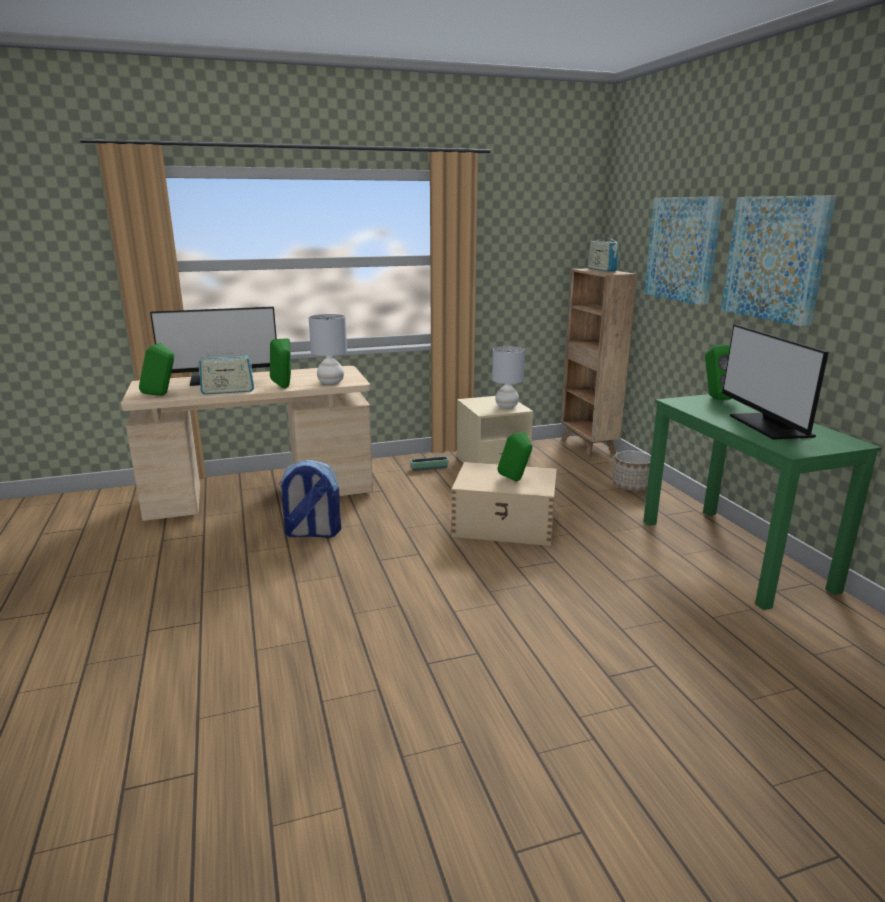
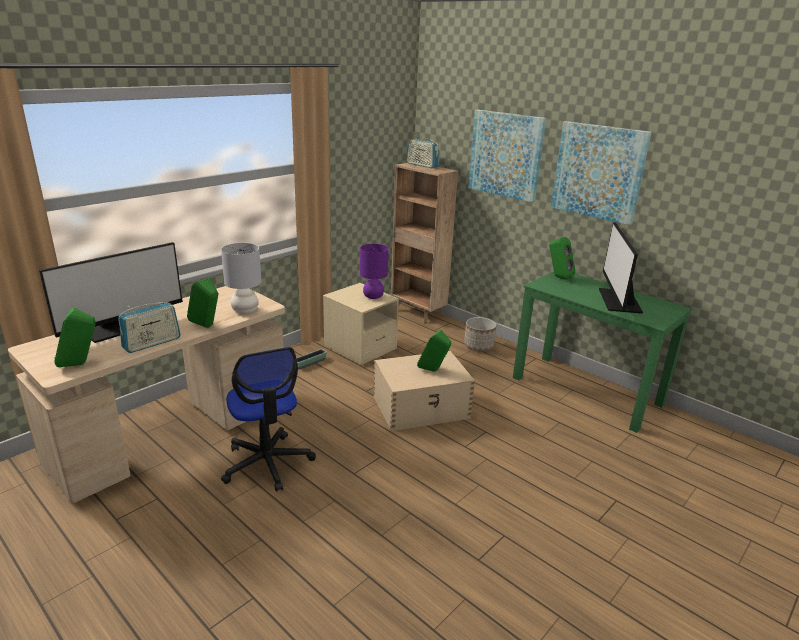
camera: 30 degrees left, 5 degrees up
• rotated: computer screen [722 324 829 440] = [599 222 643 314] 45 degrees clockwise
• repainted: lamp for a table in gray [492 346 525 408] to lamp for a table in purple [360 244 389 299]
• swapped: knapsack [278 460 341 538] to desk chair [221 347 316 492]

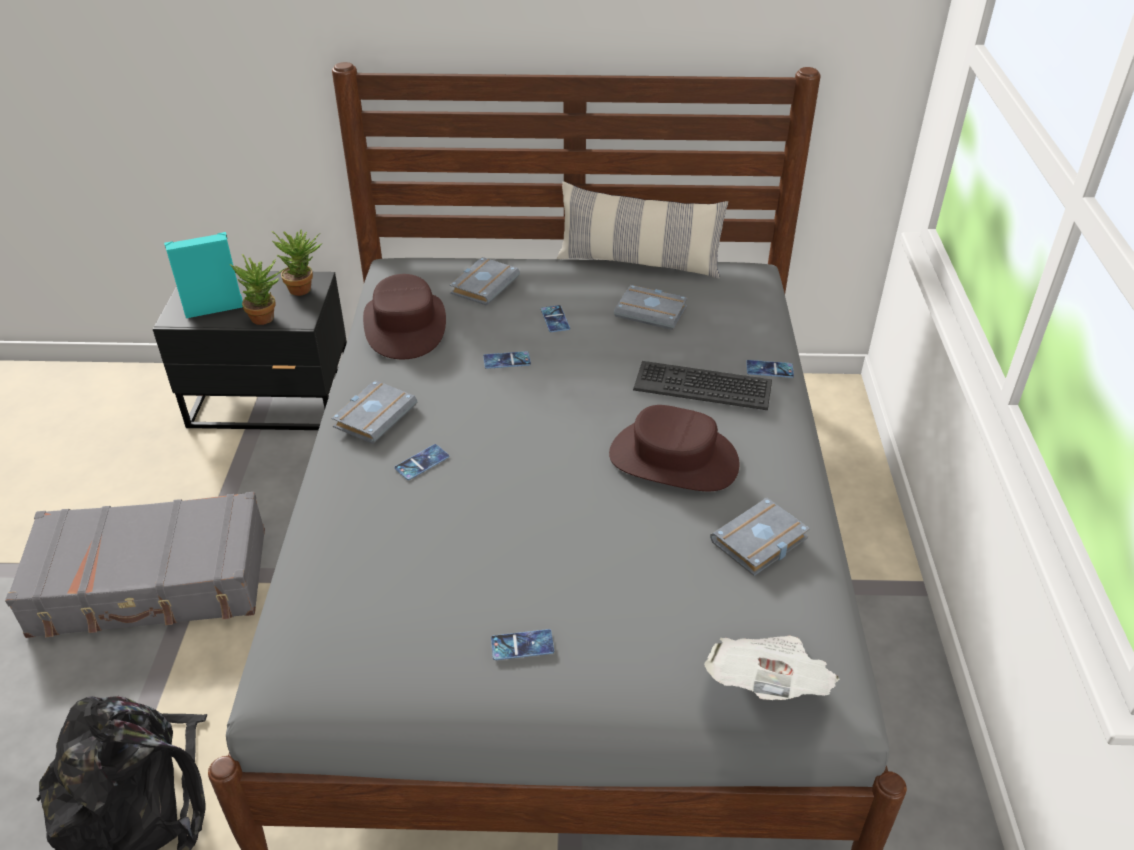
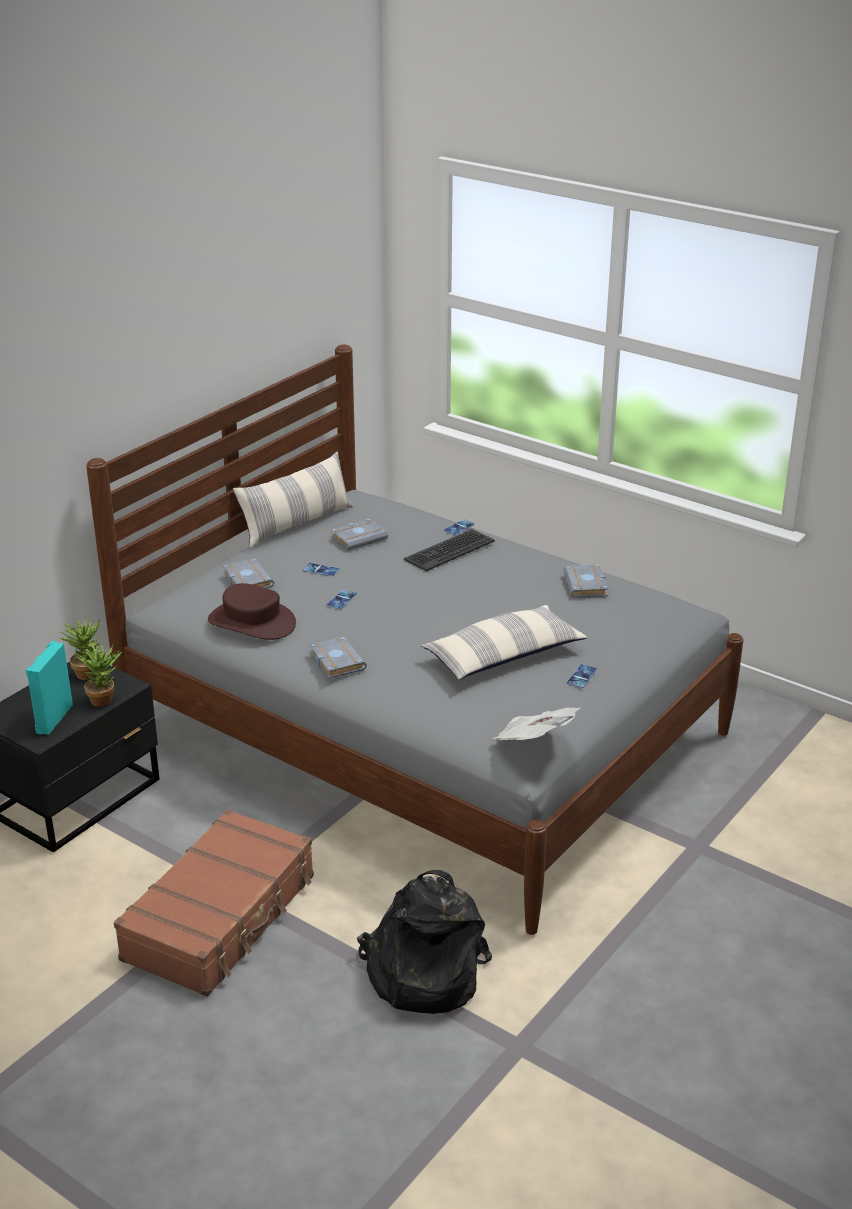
camera: 55 degrees left, 10 degrees down
• gone: hat in brownish [609 405 740 491]
• gone: telephone [394 444 449 480]
• repainted: suitcase in gray [5 492 265 638] to suitcase in brownish [114 809 314 997]
• shifted: daily paper [704 635 840 700] to [493 708 580 740]
• new: throw pillow [421 605 587 680]

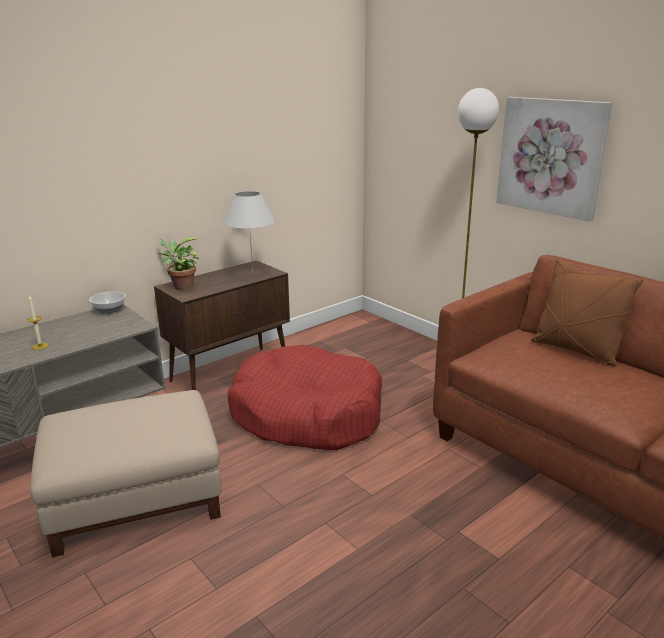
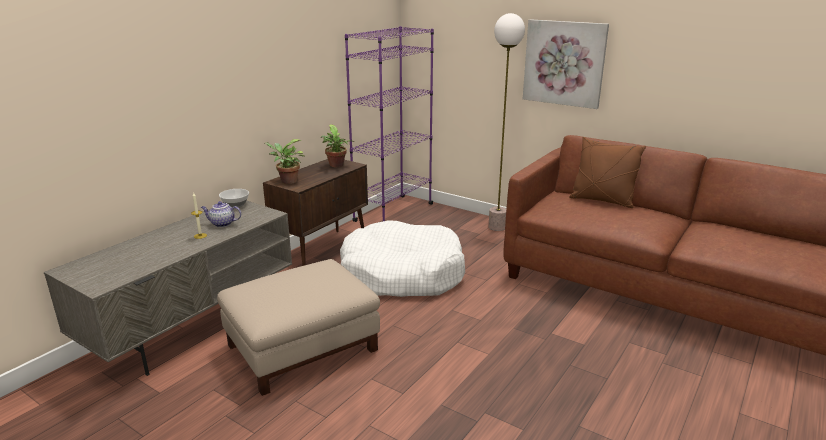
camera: 15 degrees left, 0 degrees up
• swapped: lamp for a table in white [224 191 275 272] to houseplant [321 124 354 167]
• repainted: pet bed in reddish [227 345 382 450] to pet bed in white [340 220 465 297]
• new: bookshelf in purple [345 26 434 222]
• new: pot for tea [201 201 241 227]

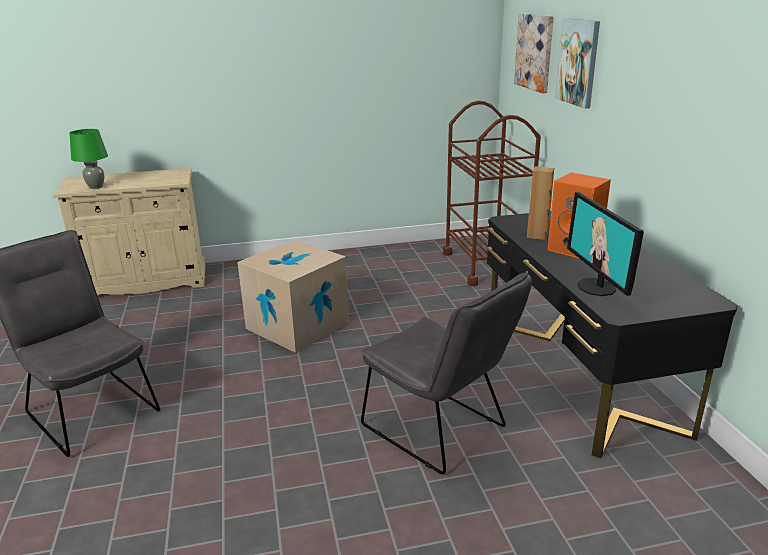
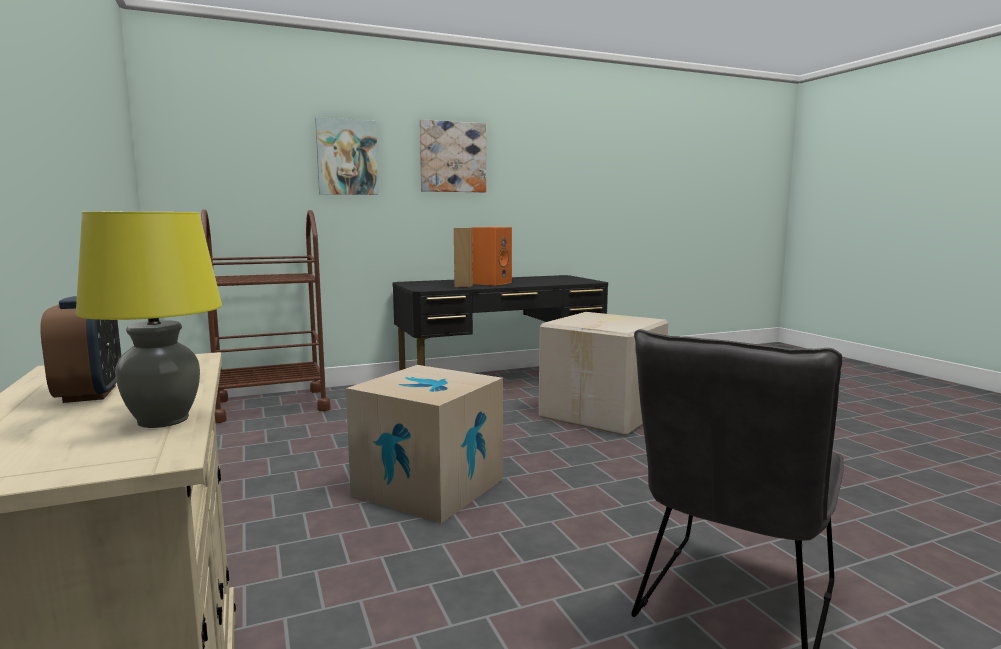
camera: 100 degrees left, 15 degrees down
• shifted: wall art [514 13 554 93] to [419 119 486 192]
• repainted: lamp for a table in green [69 129 108 189] to lamp for a table in yellow-coloured [76 212 222 428]
• gone: computer screen [567 192 644 296]
• swapped: chair in gray [361 271 532 474] to carton [539 312 668 436]
• new: bedside clock [40 296 121 403]

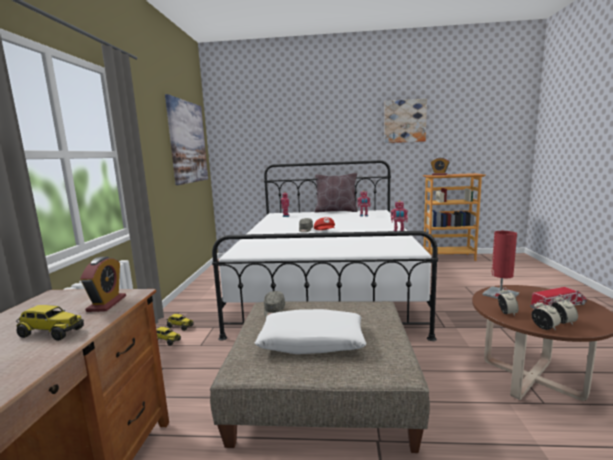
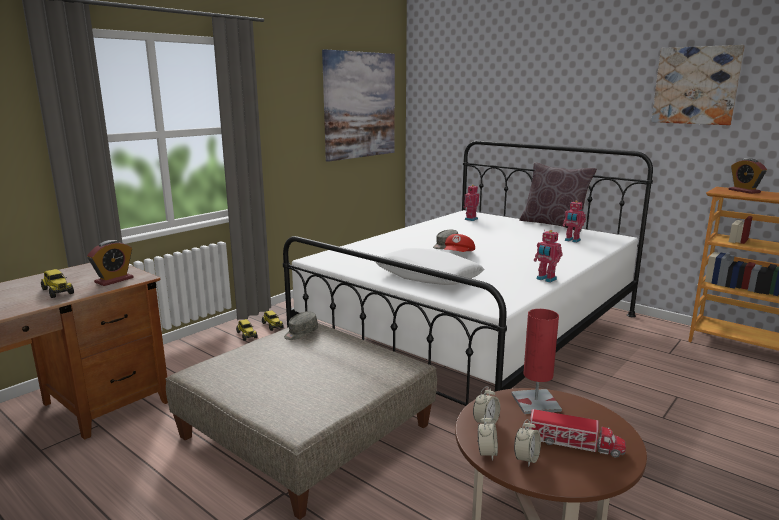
camera: 35 degrees right, 5 degrees up
• shifted: throw pillow in white [255 309 367 354] to [376 248 484 285]

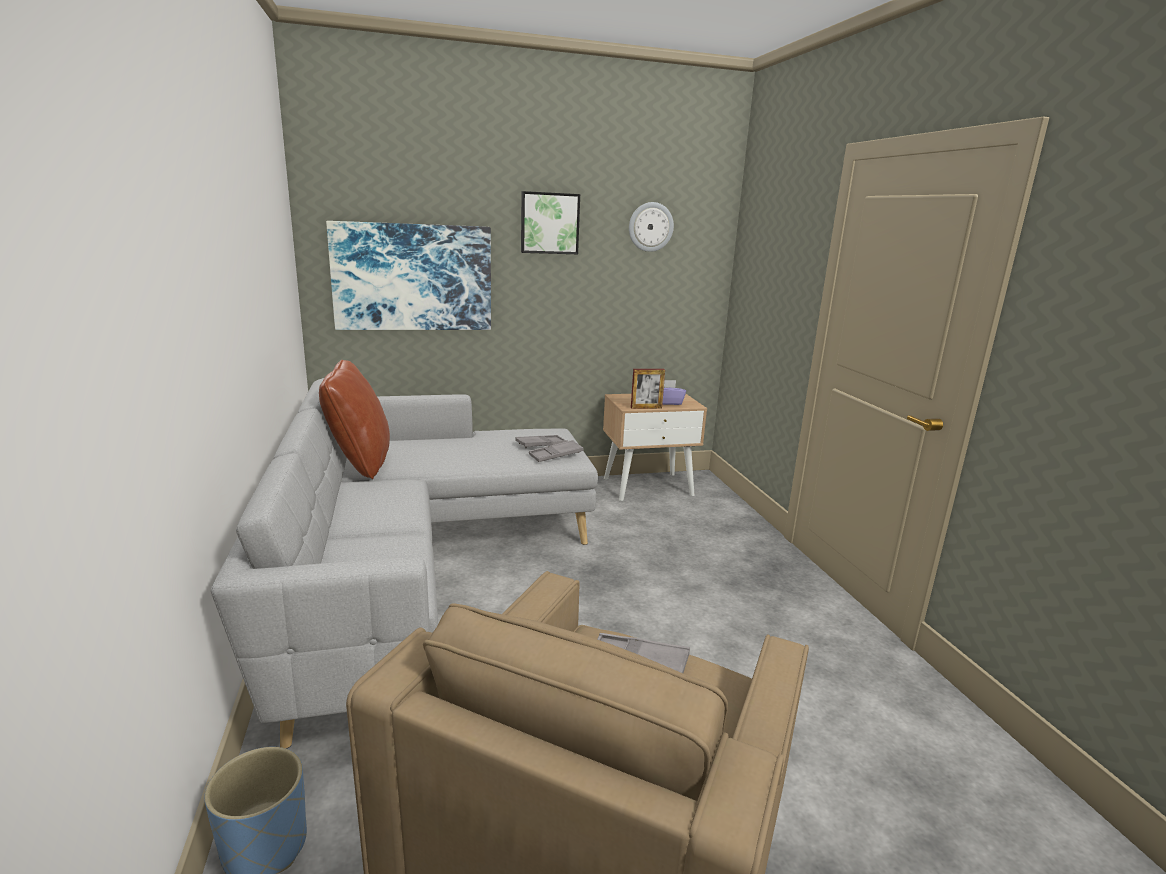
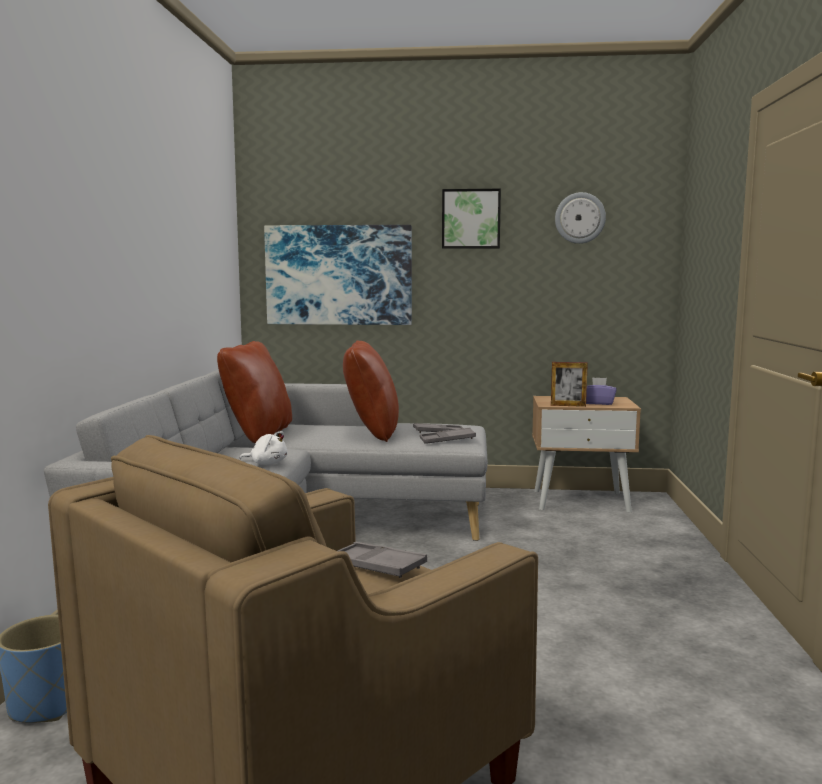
camera: 20 degrees right, 10 degrees down
• new: throw pillow in brownish [343 340 399 442]
• new: plush toy in white [240 431 288 465]

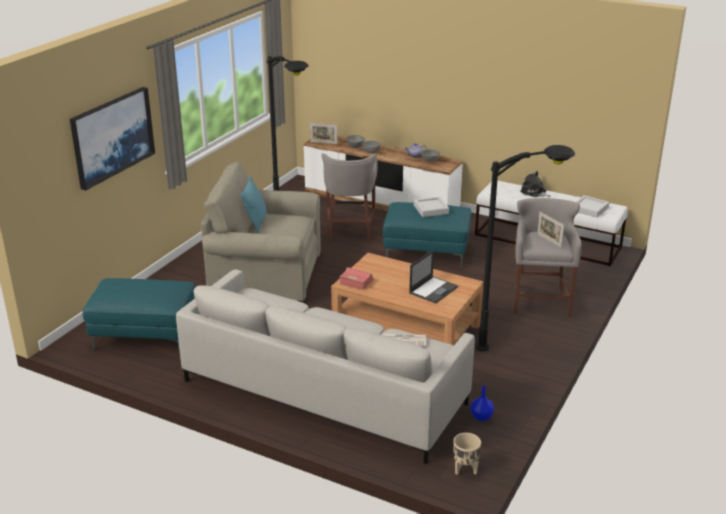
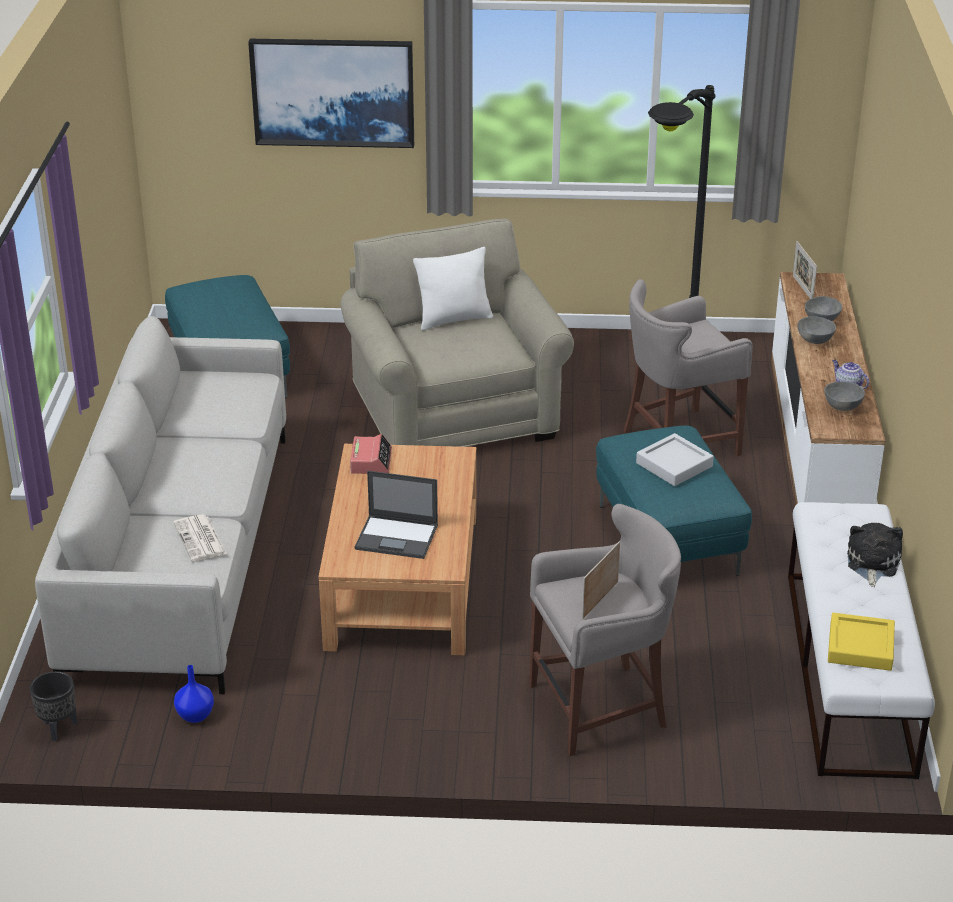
camera: 65 degrees right, 5 degrees up
• gone: standard lamp in black-coloured [475 145 575 351]
• repainted: throw pillow in turquoise [240 176 267 233] to throw pillow in white [413 247 493 331]
• repainted: serving tray in gray [576 195 609 218] to serving tray in yellow-coloured [828 613 895 671]
• repainted: plant pot in sand-coloured [454 433 481 475] to plant pot in black-coloured [30 671 77 741]

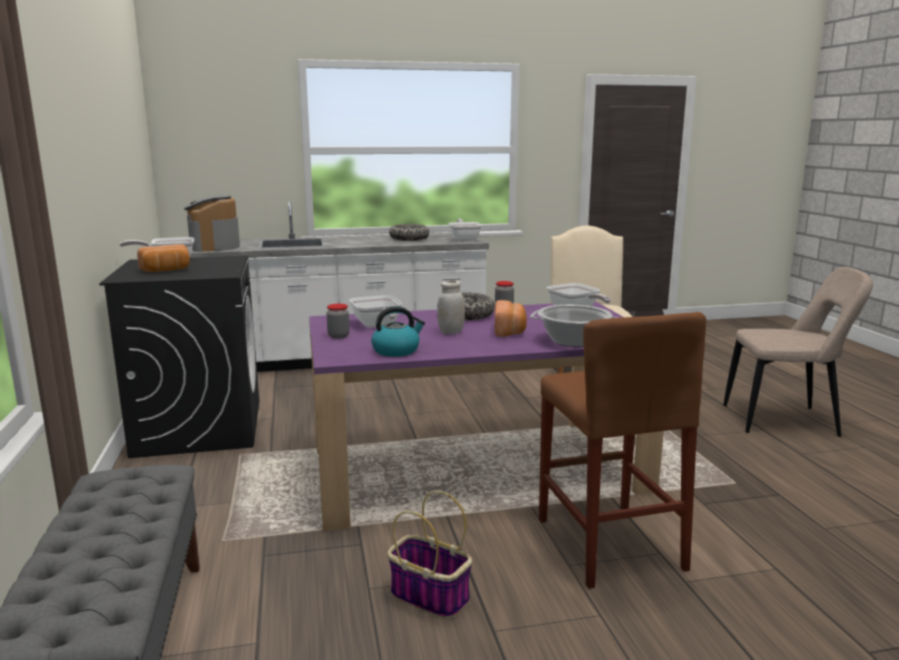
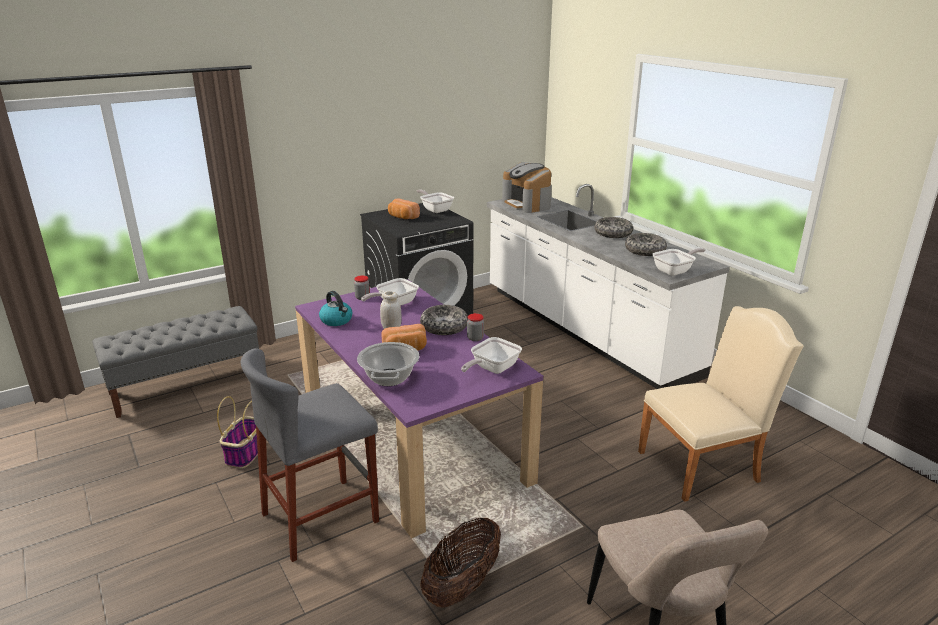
camera: 70 degrees right, 10 degrees up
• rotated: coffee maker [184 195 240 252] = [502 162 552 213] 75 degrees counterclockwise
• repainted: sitting stool in brownish [539 312 706 589] to sitting stool in gray [241 348 379 562]
• new: serving bowl [594 217 633 238]
• new: household basket [420 517 501 607]

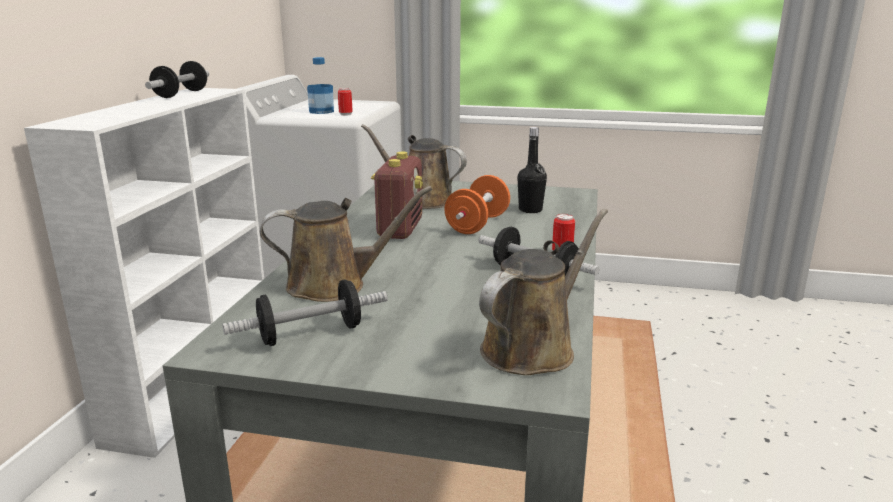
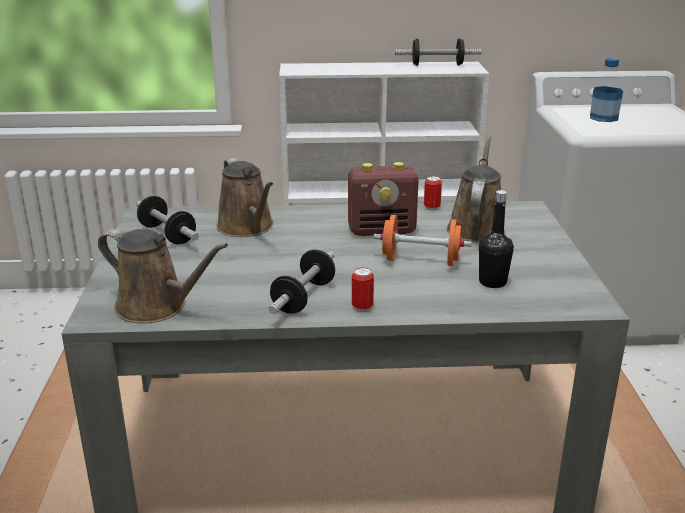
camera: 75 degrees right, 5 degrees up
• shifted: can [338 88 353 116] to [424 176 442 211]

